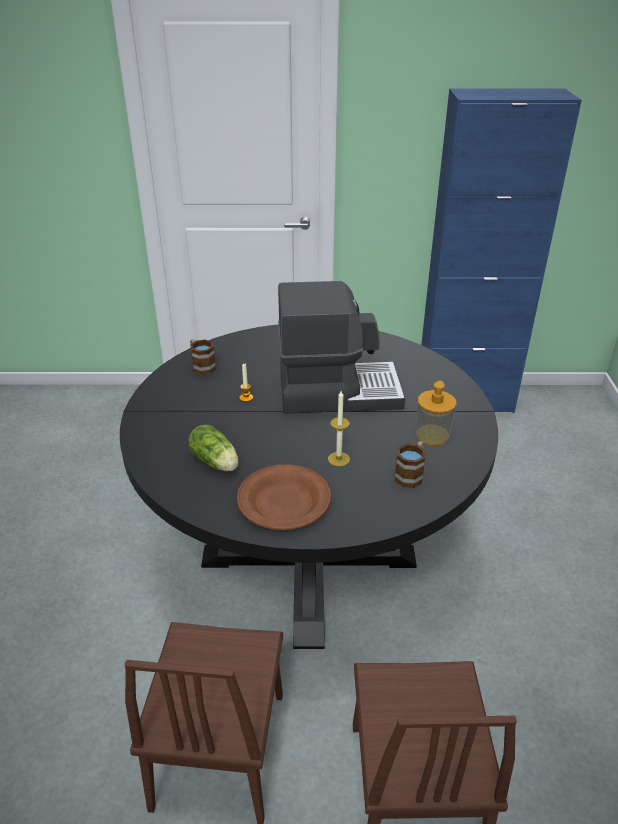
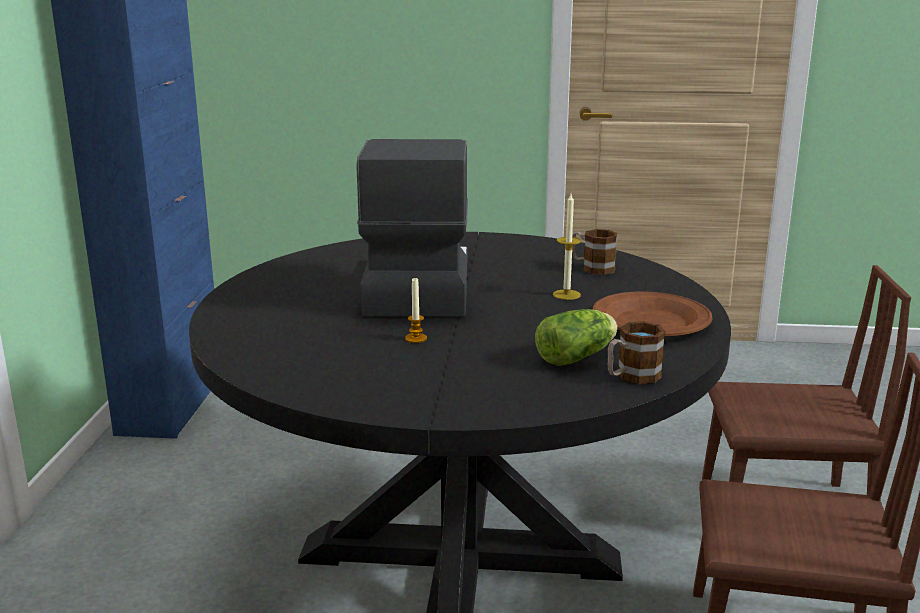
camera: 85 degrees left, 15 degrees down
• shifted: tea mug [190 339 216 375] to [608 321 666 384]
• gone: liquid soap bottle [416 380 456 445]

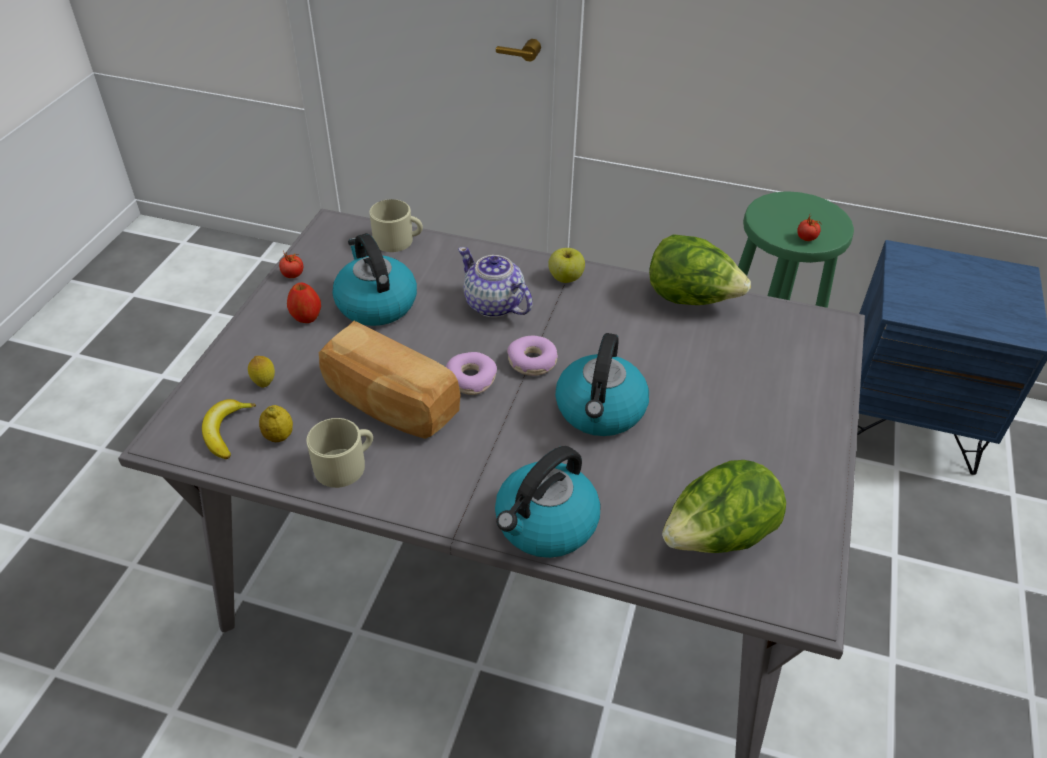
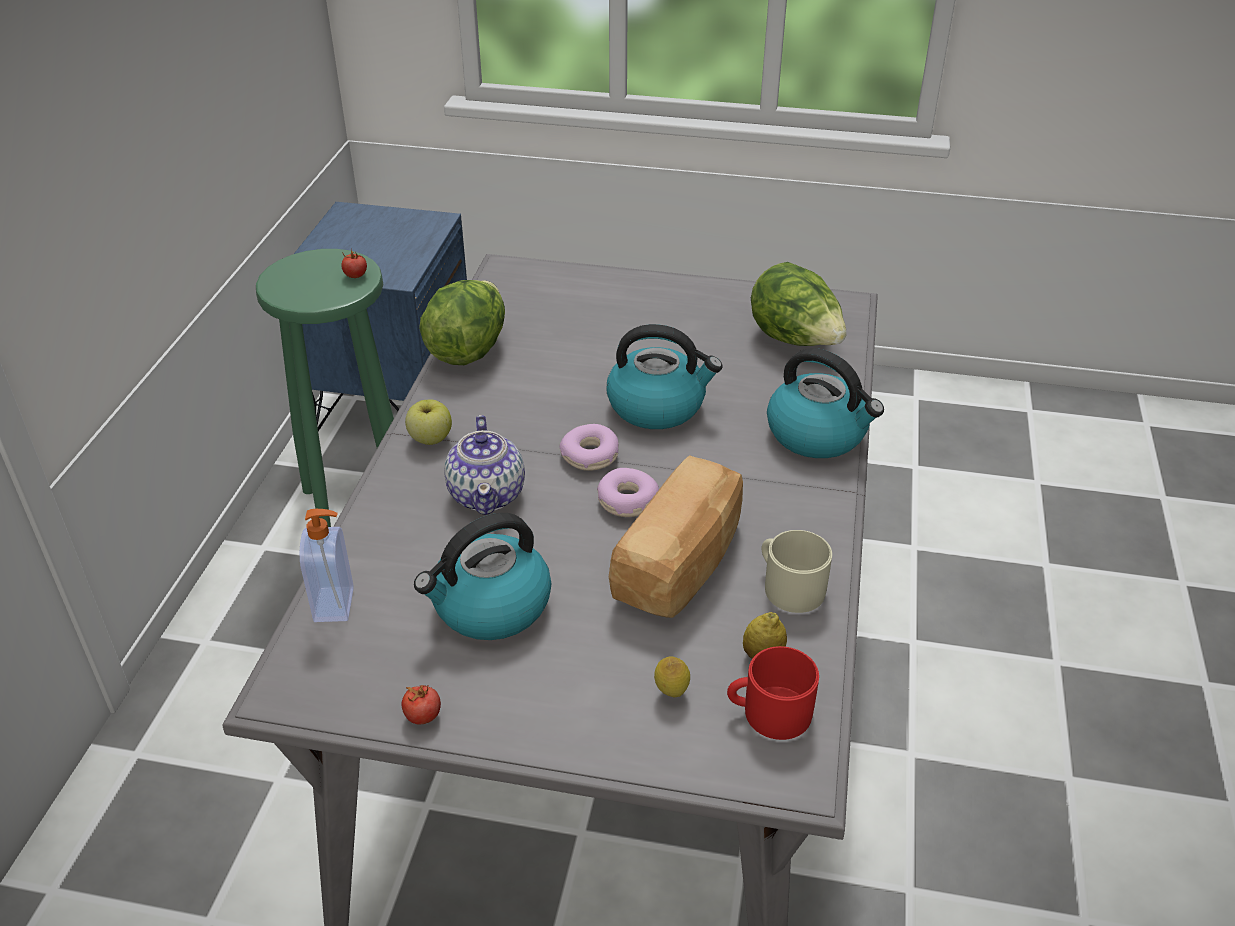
camera: 95 degrees left, 5 degrees down
• swapped: tea mug in sand-coloured [369 199 423 252] to liquid soap bottle [300 509 354 622]
• rotated: pot for tea [458 247 532 318] = [444 415 525 515] 45 degrees counterclockwise
• gone: apple fruit [287 282 321 323]
• swapped: banana fruit [202 399 256 459] to tea mug in reddish [727 646 819 740]

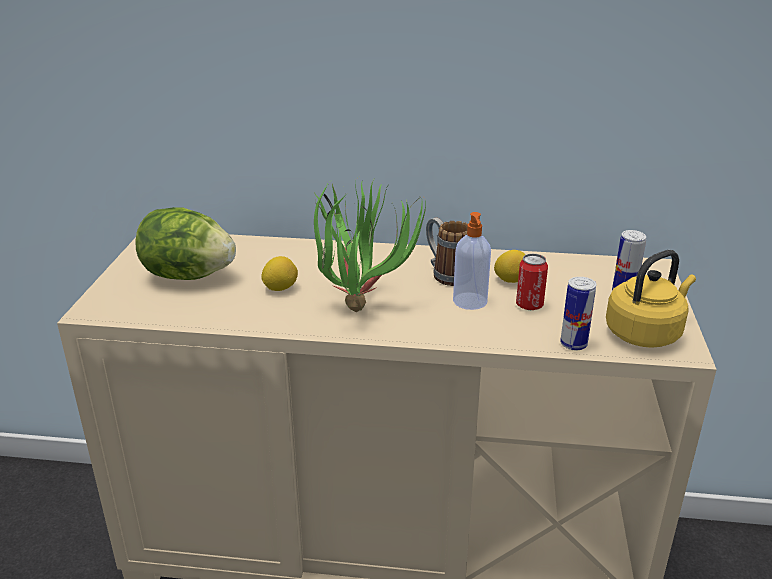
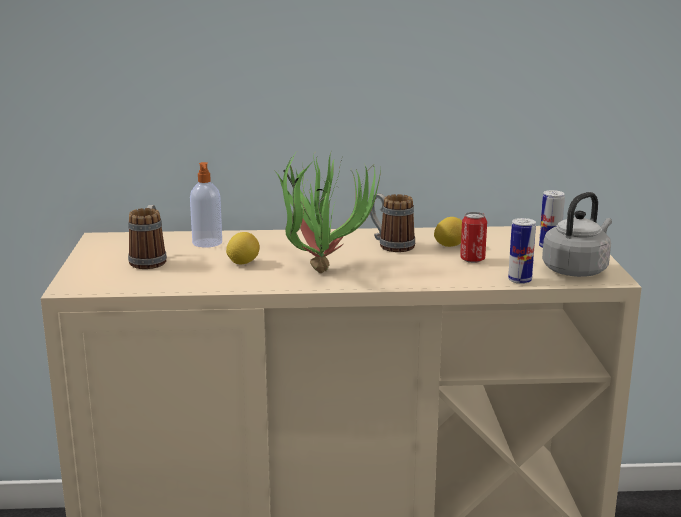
camera: 10 degrees left, 10 degrees down
• swapped: lettuce [135 207 236 280] to tea mug [128 205 167 269]
• shifted: liquid soap bottle [453 212 491 310] to [190 162 222 248]
• repainted: kettle in yellow-coloured [606 250 696 348] to kettle in gray [542 192 612 277]

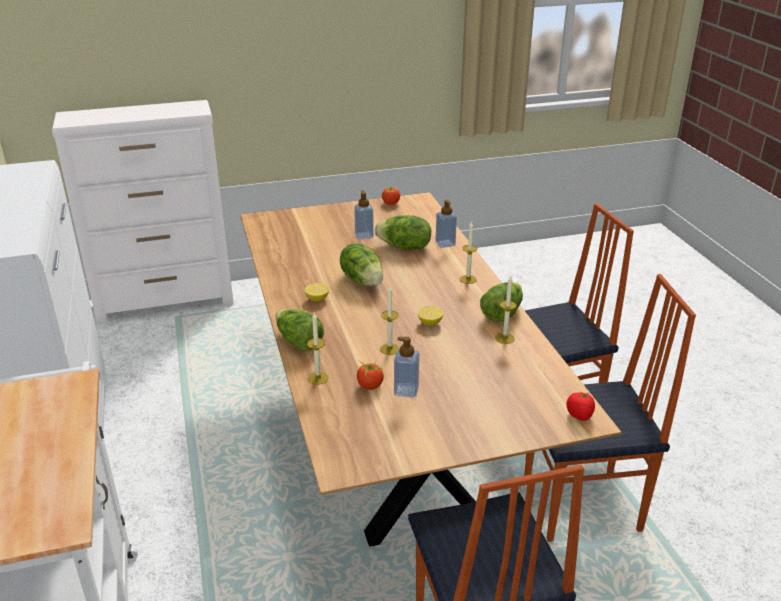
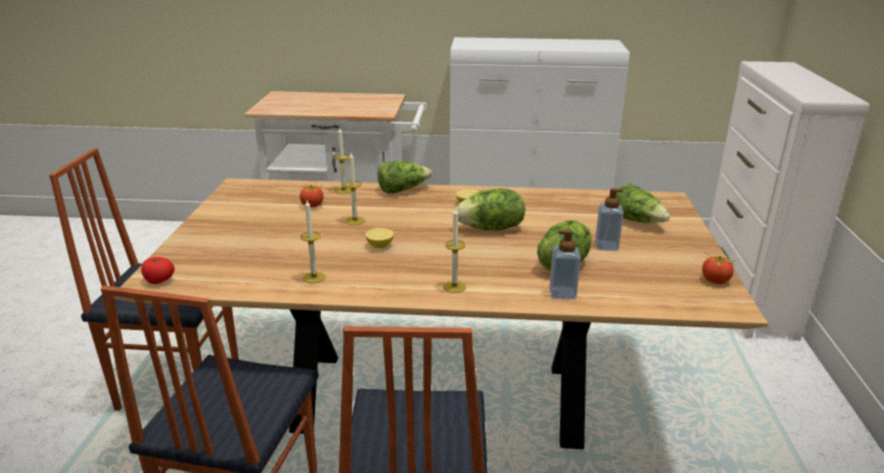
camera: 110 degrees right, 5 degrees down
• shifted: lettuce [480 282 523 322] to [616 183 670 223]
• gone: liquid soap bottle [394 337 419 398]

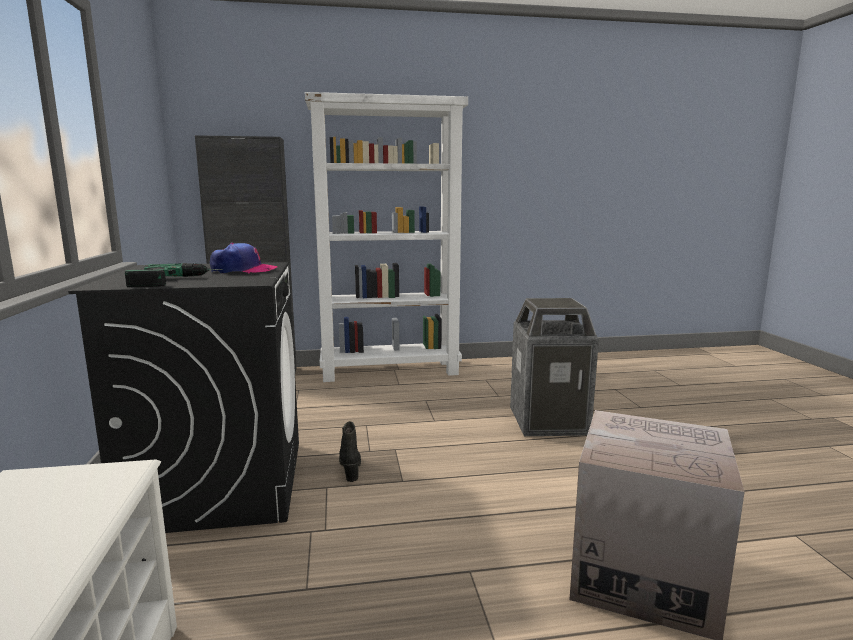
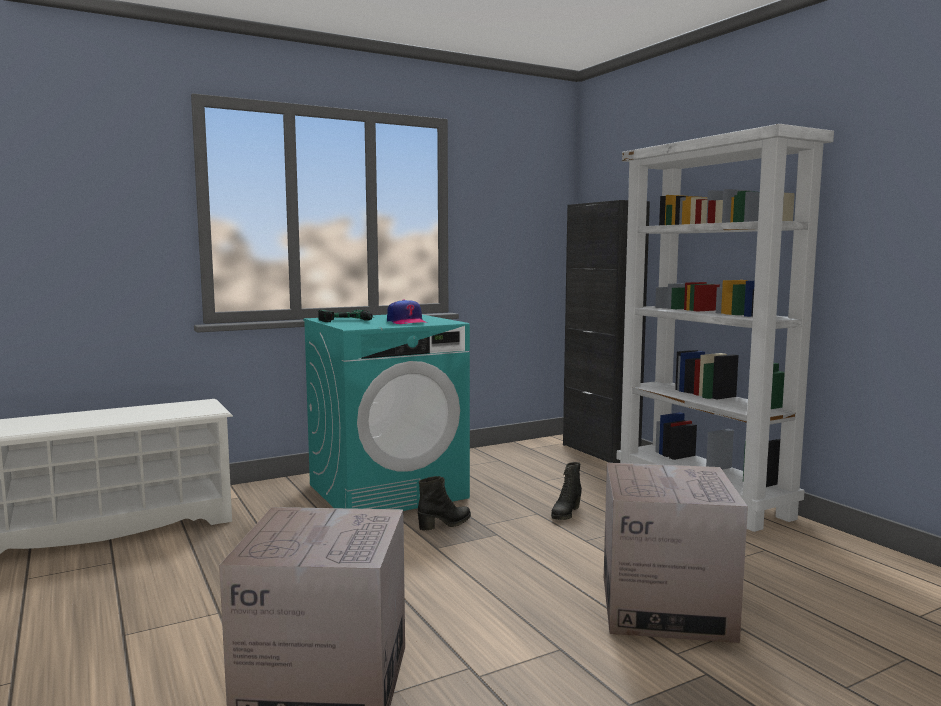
camera: 70 degrees right, 5 degrees down
• repainted: washing machine in black-coloured [68 262 299 533] to washing machine in turquoise [303 315 470 511]
• swapped: trash can [510 298 599 436] to carton [604 463 748 643]
• new: boot in black-coloured [551 462 582 520]

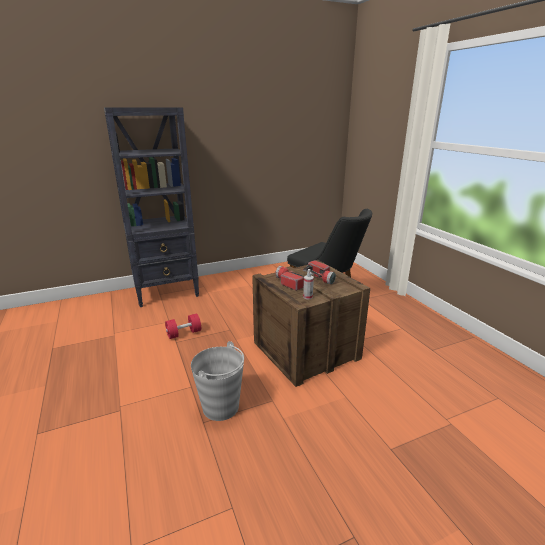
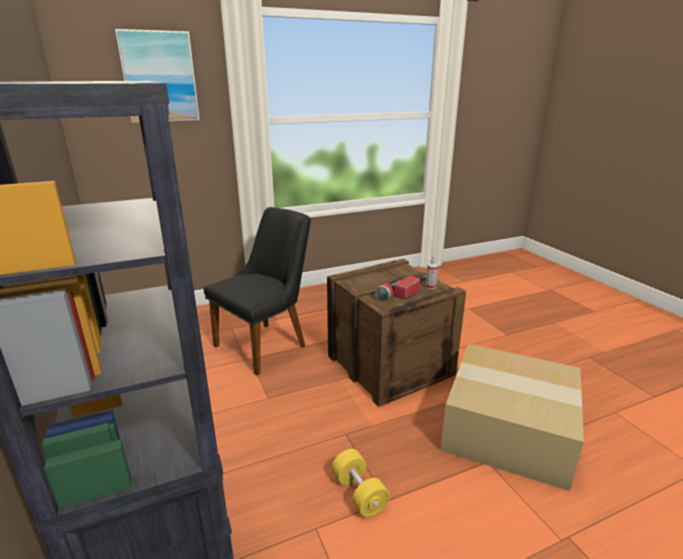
camera: 90 degrees left, 0 degrees up
• gone: hand torch [303 260 336 285]
• repainted: dumbbell in reddish [165 314 201 339] to dumbbell in yellow-coloured [332 449 390 517]
• swapped: bucket in gray [191 341 244 421] to carton [440 343 584 491]
• new: wall art [115 29 200 123]

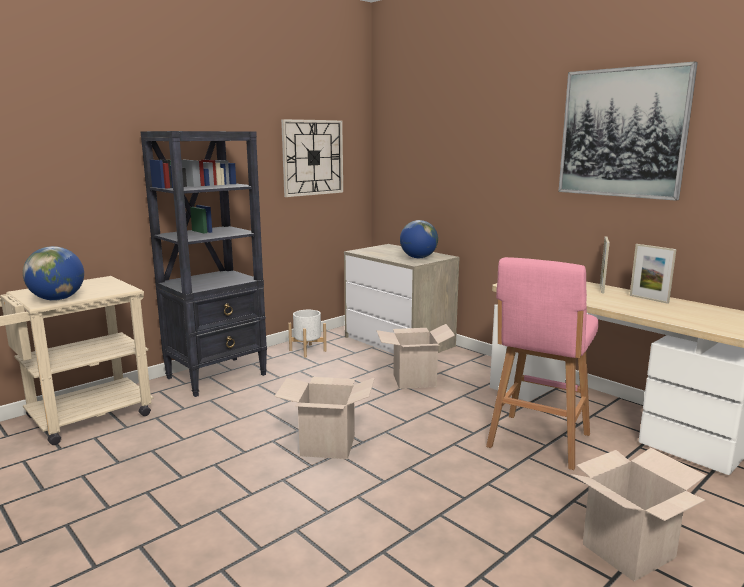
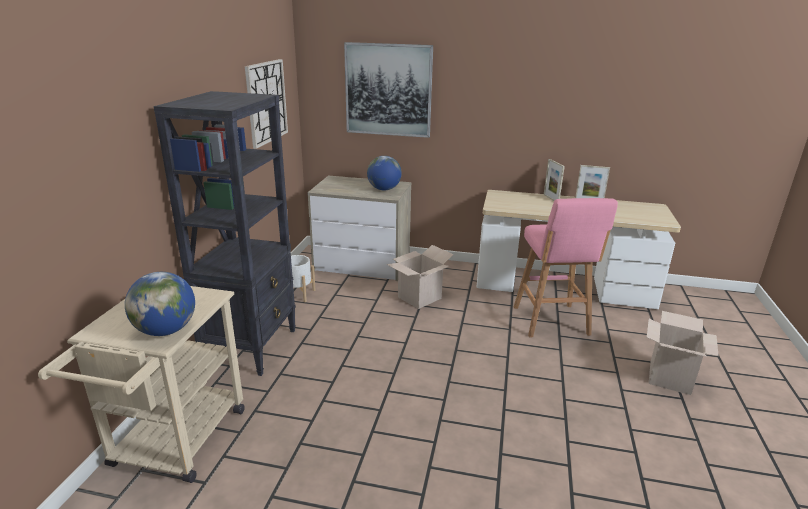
camera: 35 degrees left, 10 degrees up
• shifted: wall art [558 61 698 201] to [344 42 433 138]
• gone: carton [274 377 375 459]

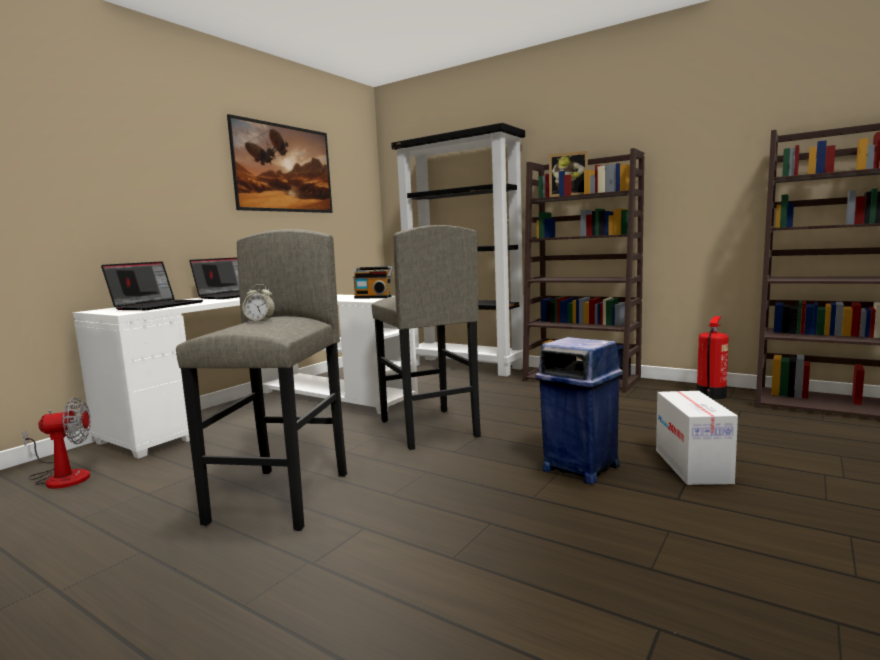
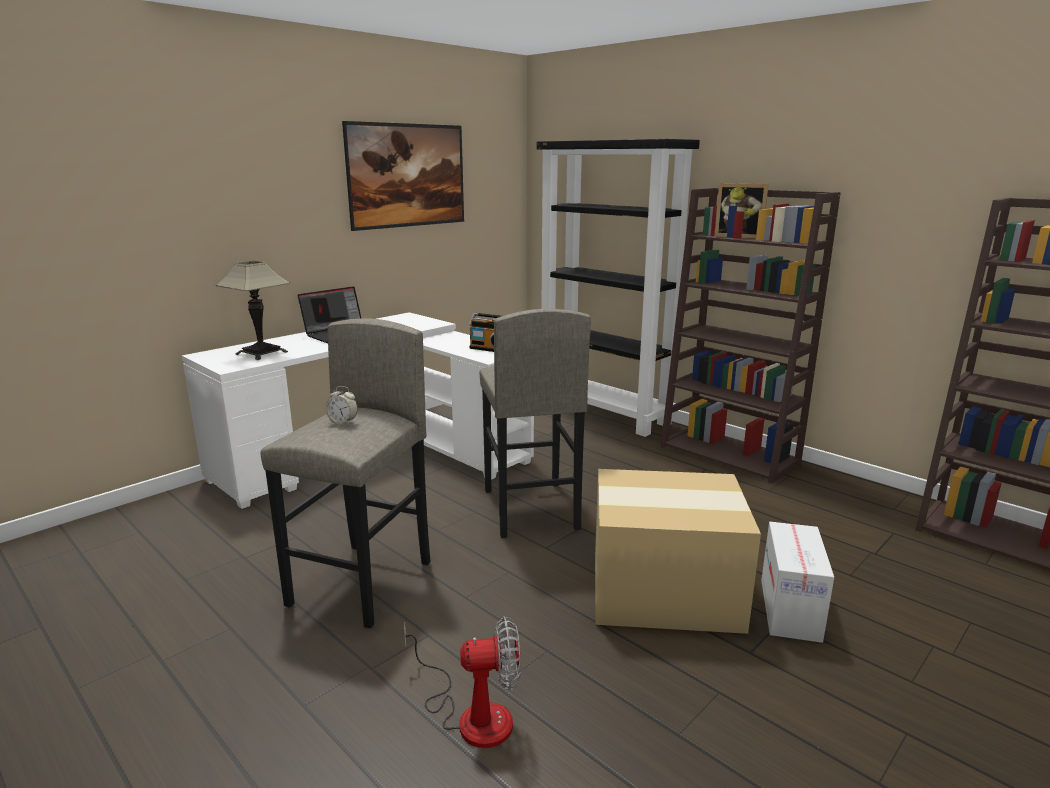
camera: 10 degrees right, 10 degrees up
• swapped: laptop [101 261 203 310] to lamp for a table [215 261 290 360]
• gone: extinguisher [697 316 729 399]
• swapped: trash can in blue [535 337 623 484] to carton [595 469 761 634]
• shifted: electric fan [22 398 91 489] to [404 616 521 748]

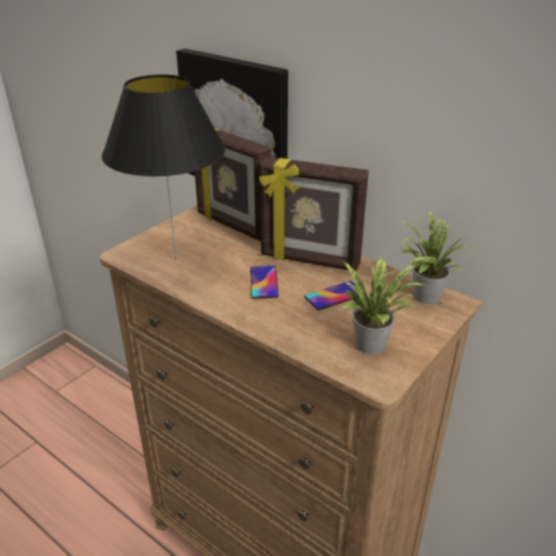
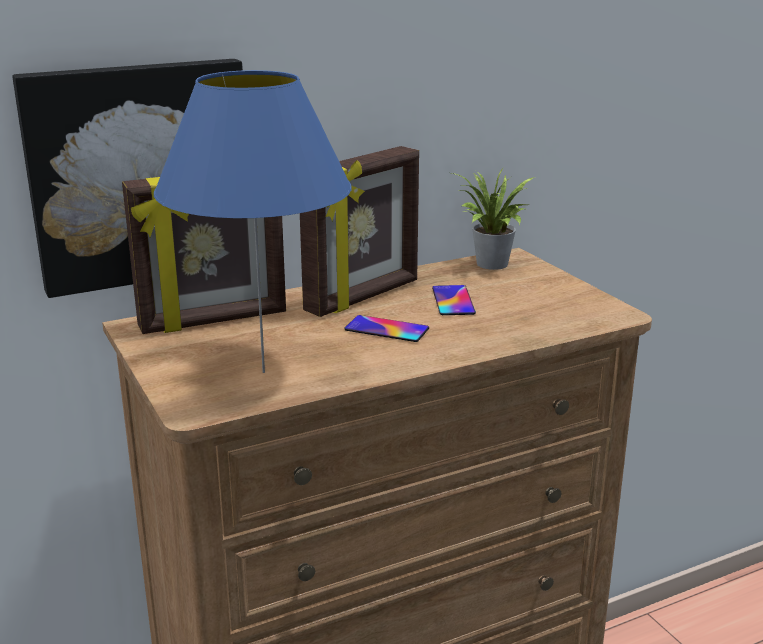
camera: 65 degrees left, 10 degrees down
• repainted: lamp for a table in black-coloured [102 74 225 260] to lamp for a table in blue [154 70 352 373]
• gone: houseplant [342 256 425 355]

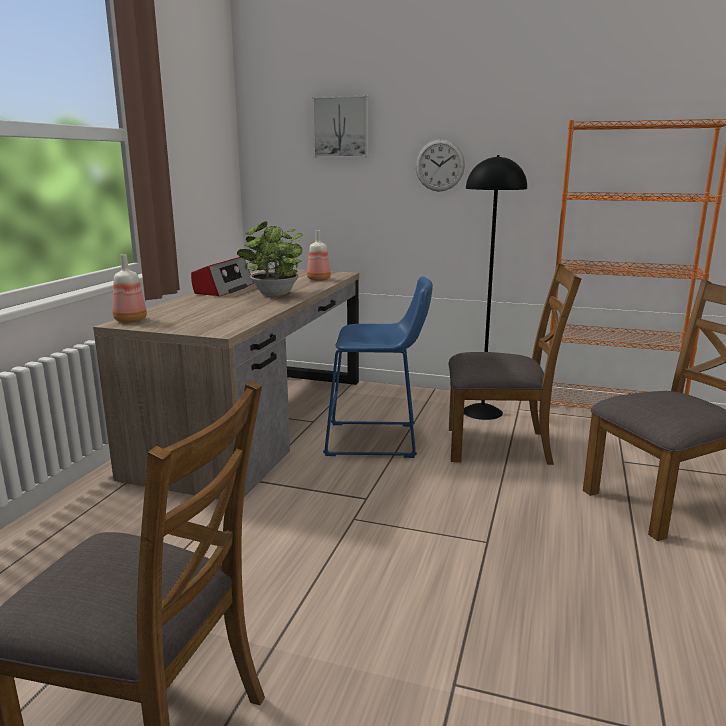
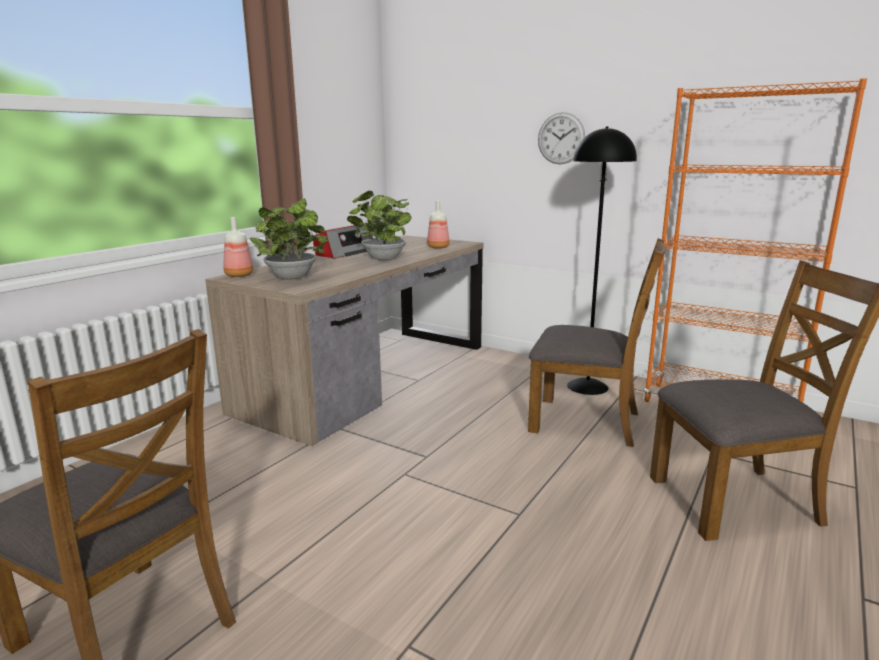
camera: 15 degrees right, 0 degrees up
• gone: wall art [312 96 369 157]
• gone: sitting stool in blue [323 276 433 458]
• new: houseplant [250 198 330 280]

